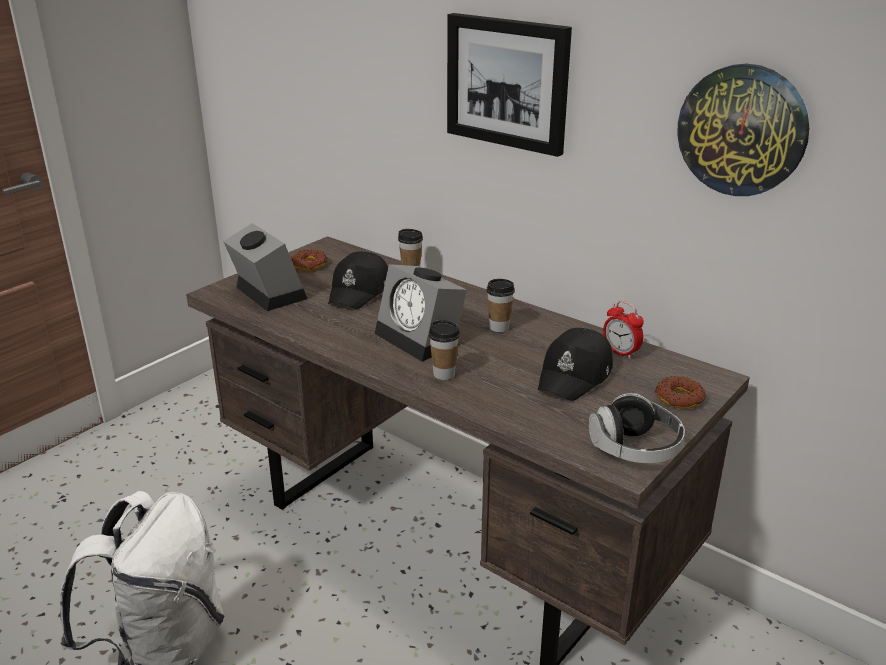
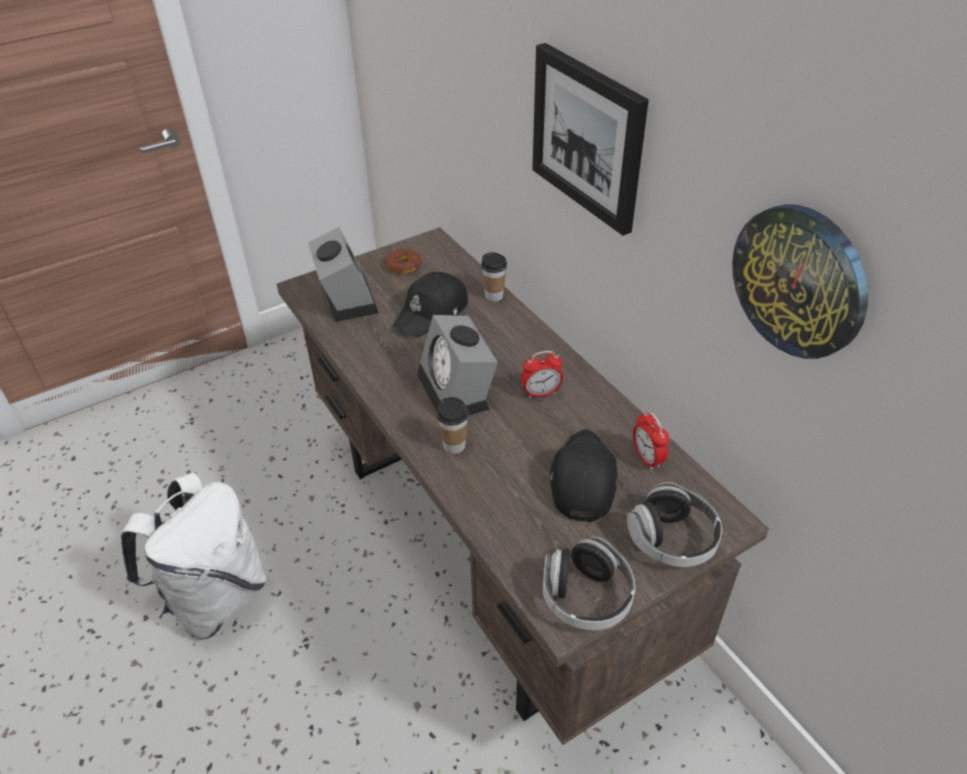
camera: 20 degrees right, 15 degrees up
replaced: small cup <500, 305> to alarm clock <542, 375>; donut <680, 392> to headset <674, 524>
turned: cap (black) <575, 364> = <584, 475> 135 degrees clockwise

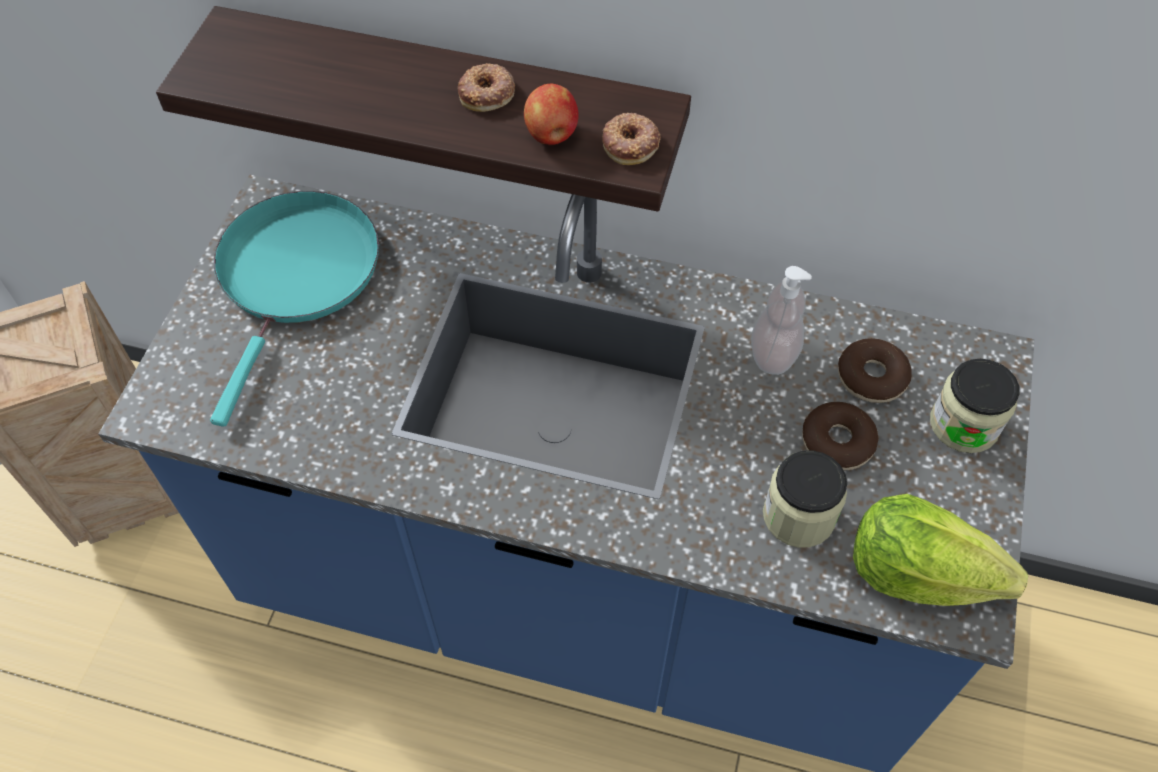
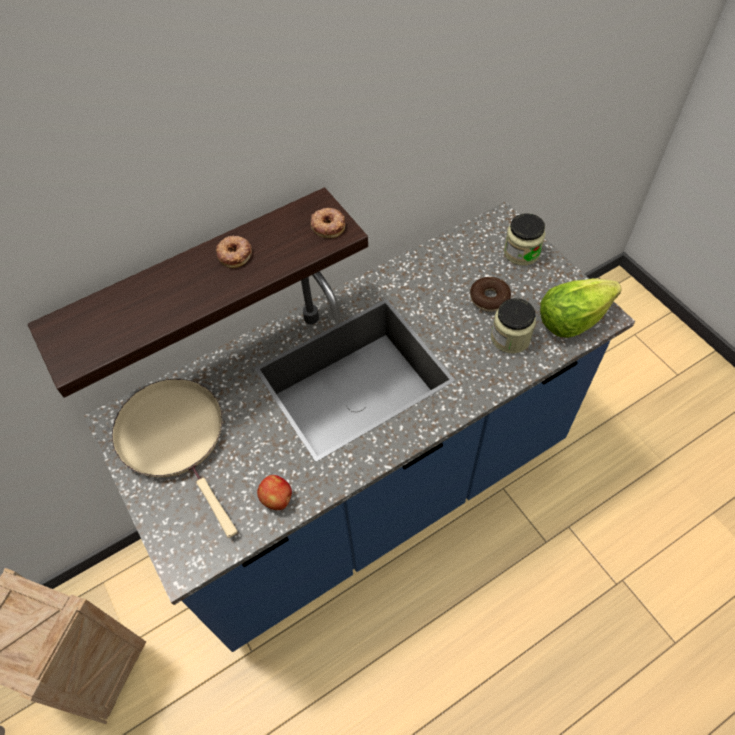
camera: 45 degrees left, 0 degrees up
removed: liquid soap bottle <781, 320>; donut <875, 370>
moved: apple <551, 115> to <274, 492>
recoloured: pan (blue-green) <294, 309> to pan (beige) <175, 458>

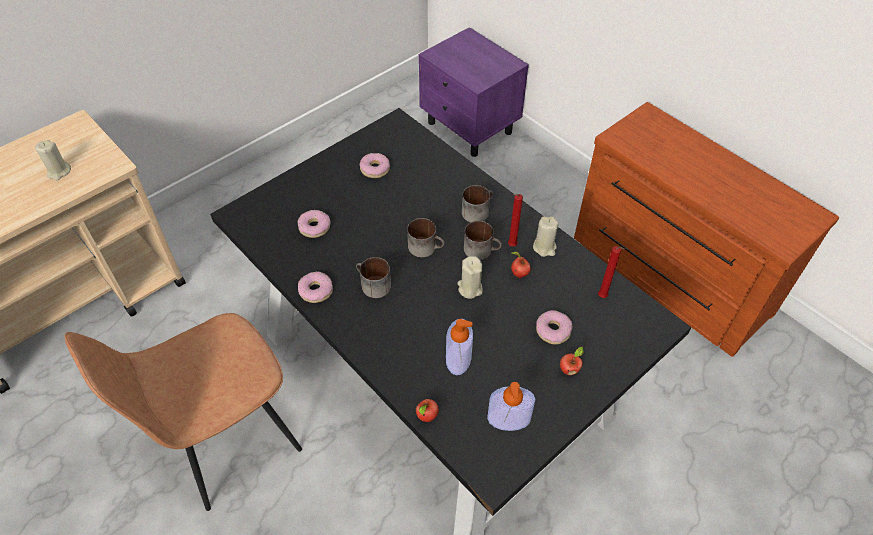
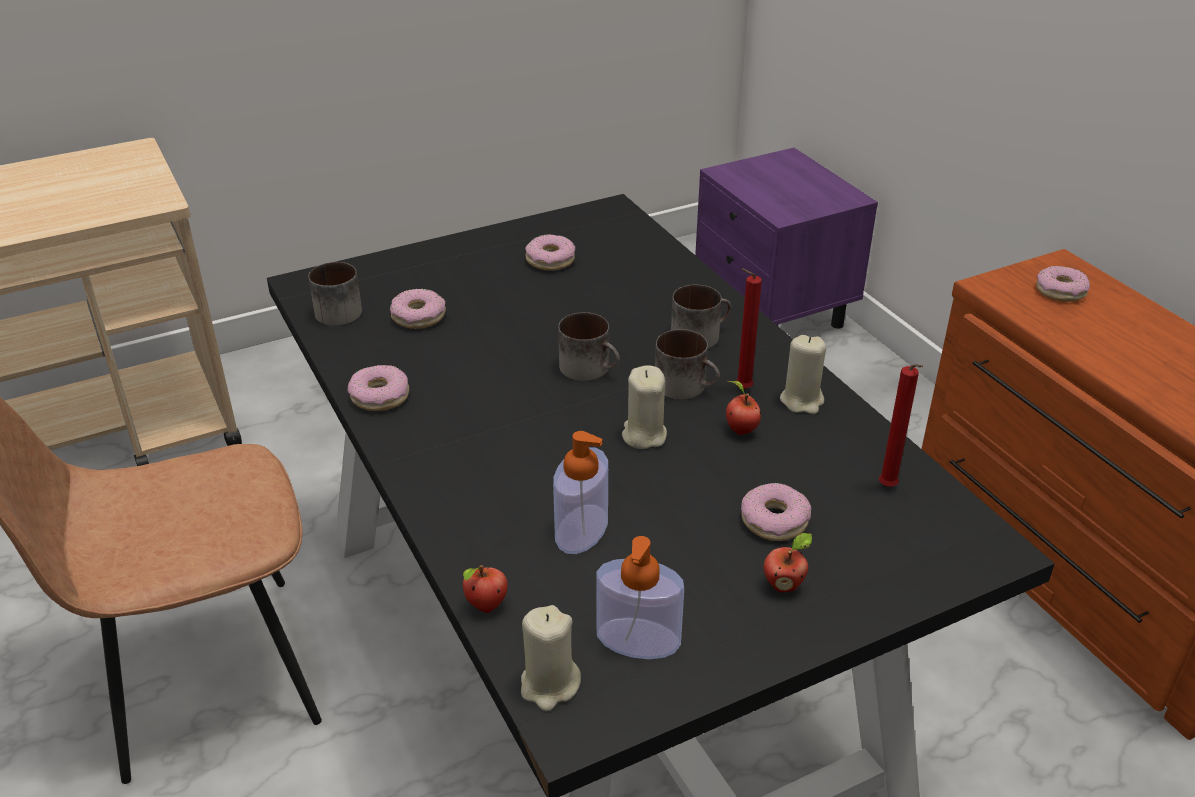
camera: 15 degrees right, 15 degrees down
added: donut <1063, 284>
moved: candle (beige) <53, 160> to <551, 658>; tea mug <373, 277> to <335, 294>

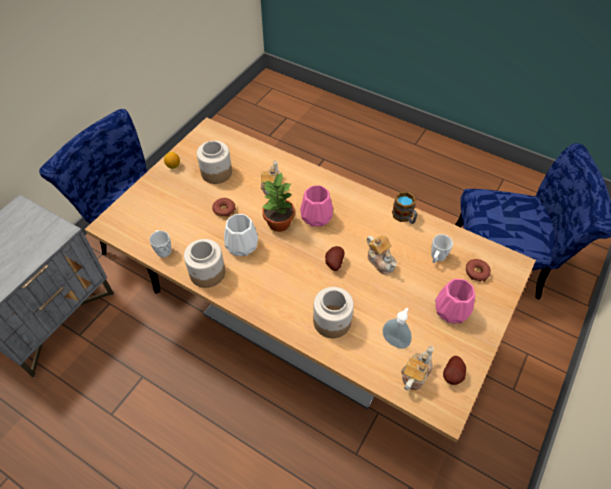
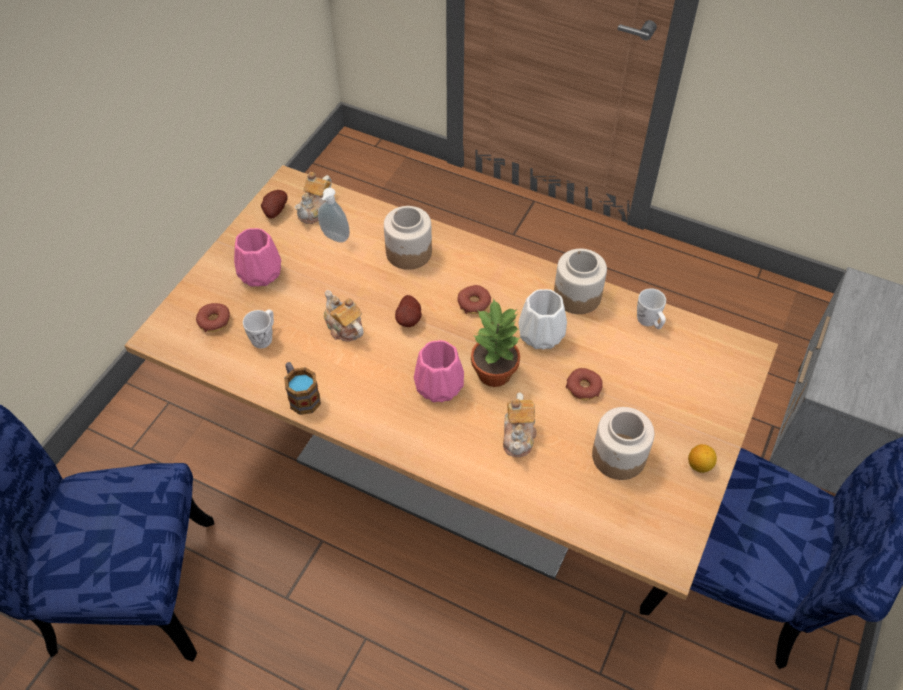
camera: 175 degrees right, 0 degrees up
added: donut <474, 299>

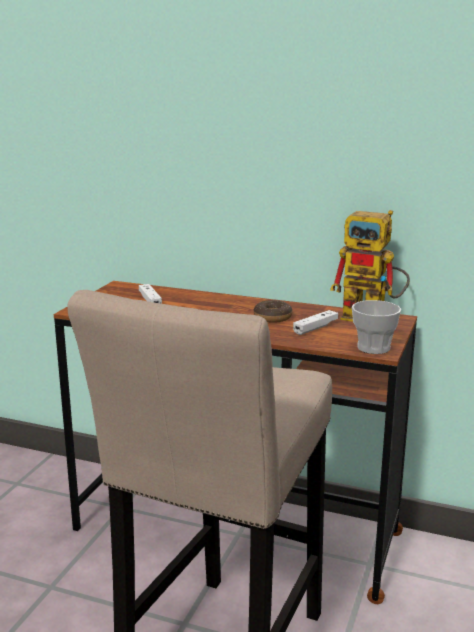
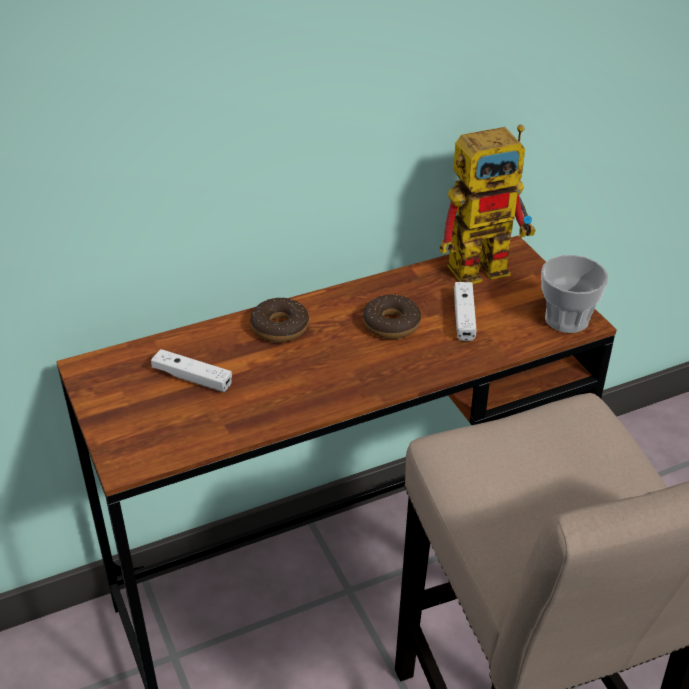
camera: 45 degrees left, 20 degrees up
added: donut <279, 320>

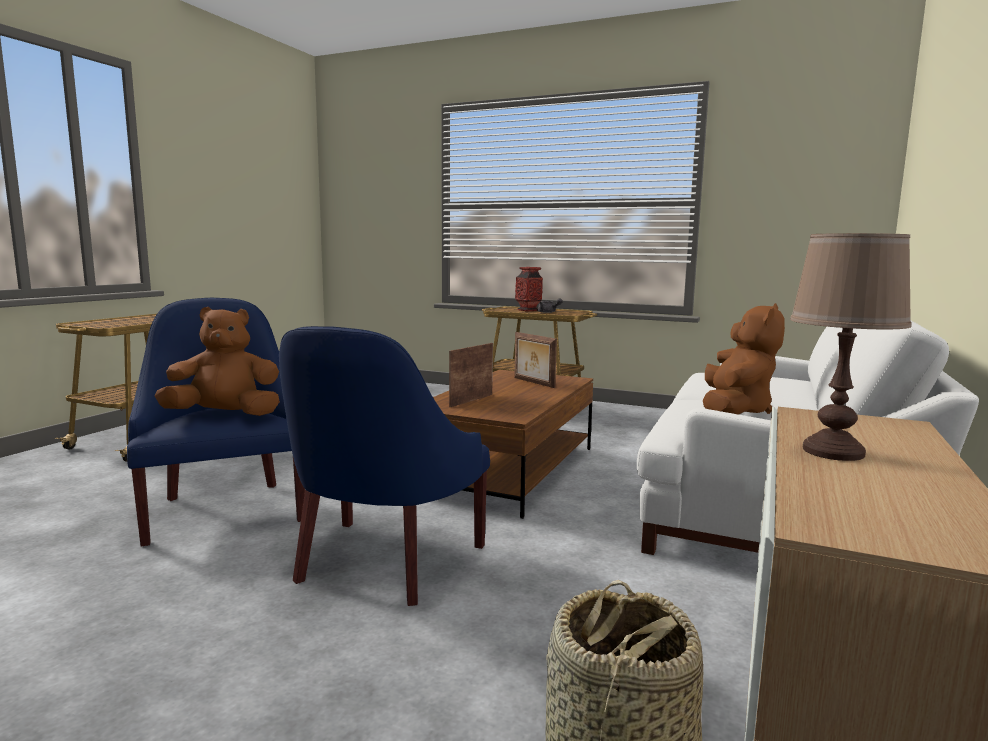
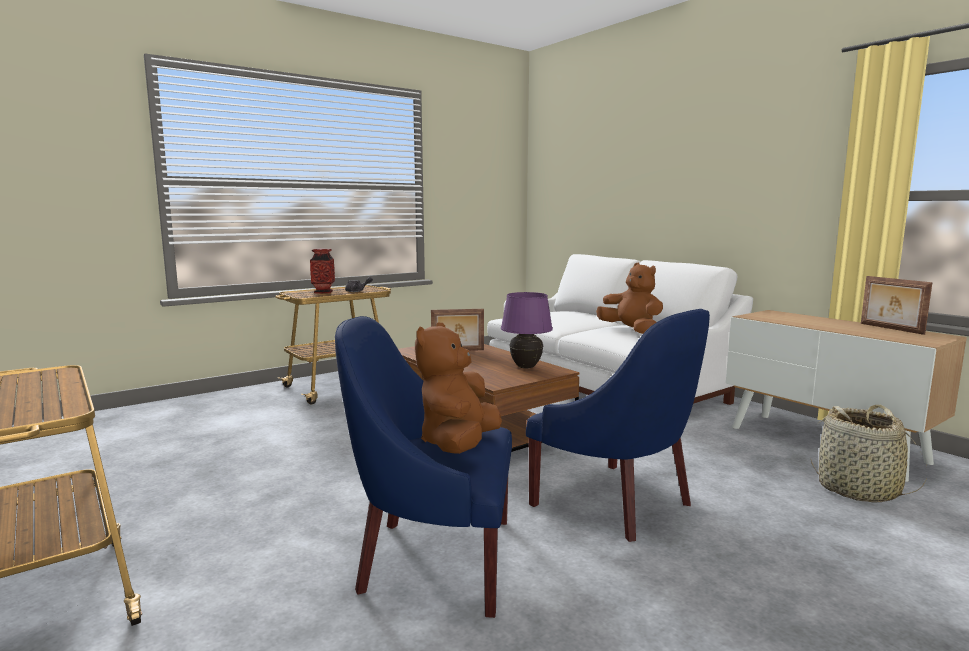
camera: 60 degrees left, 0 degrees up
removed: tabletop lamp (brown) <851, 347>
added: tabletop lamp (purple-coloured) <527, 330>
moved: picture frame <471, 375> to <897, 305>

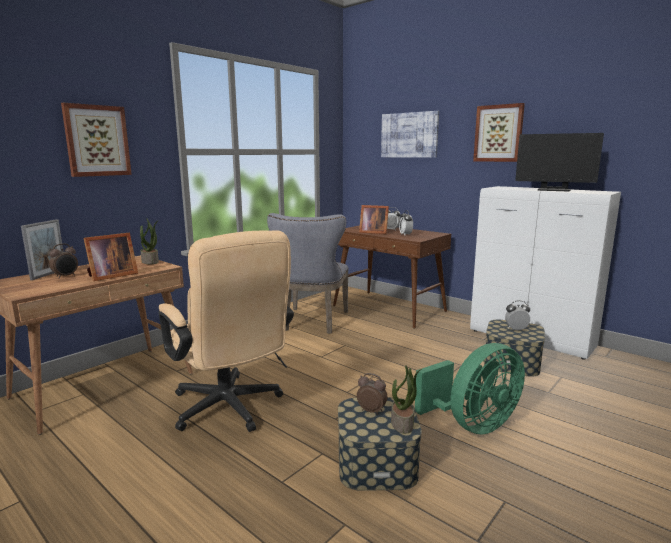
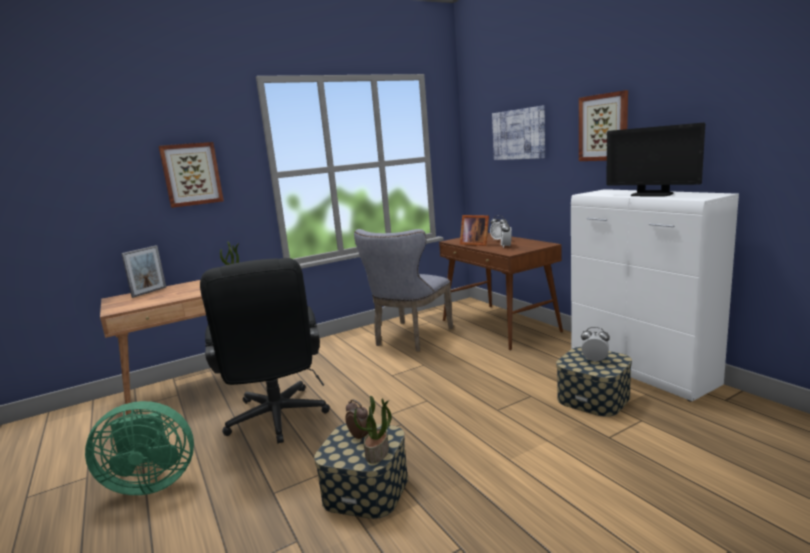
camera: 20 degrees right, 0 degrees up
removed: alarm clock <63, 260>; picture frame <111, 257>
moved: fan (green-coloured) <470, 389> to <139, 448>
recoloured: desk chair (beige) <226, 331> to desk chair (black) <265, 351>

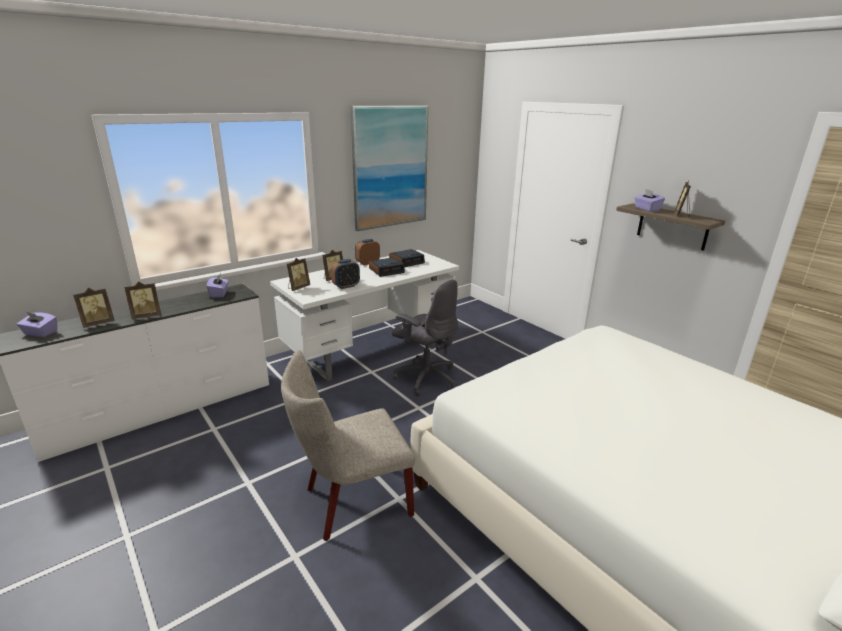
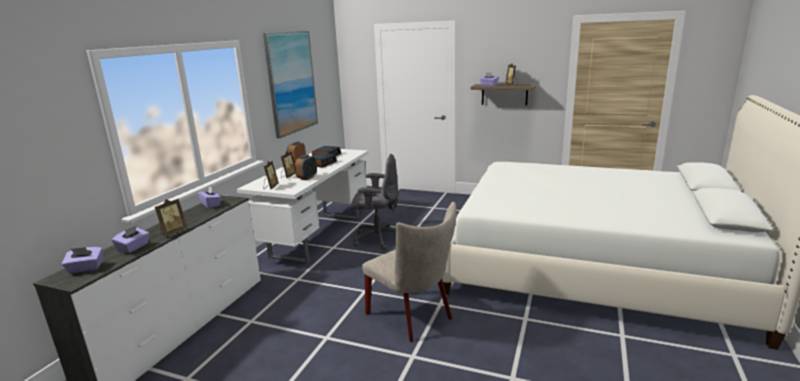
camera: 30 degrees left, 5 degrees down
replaced: picture frame <94, 308> to tissue holder (purple-coloured) <130, 239>
turned: plain chair (beige) <348, 445> = <409, 272> 75 degrees counterclockwise

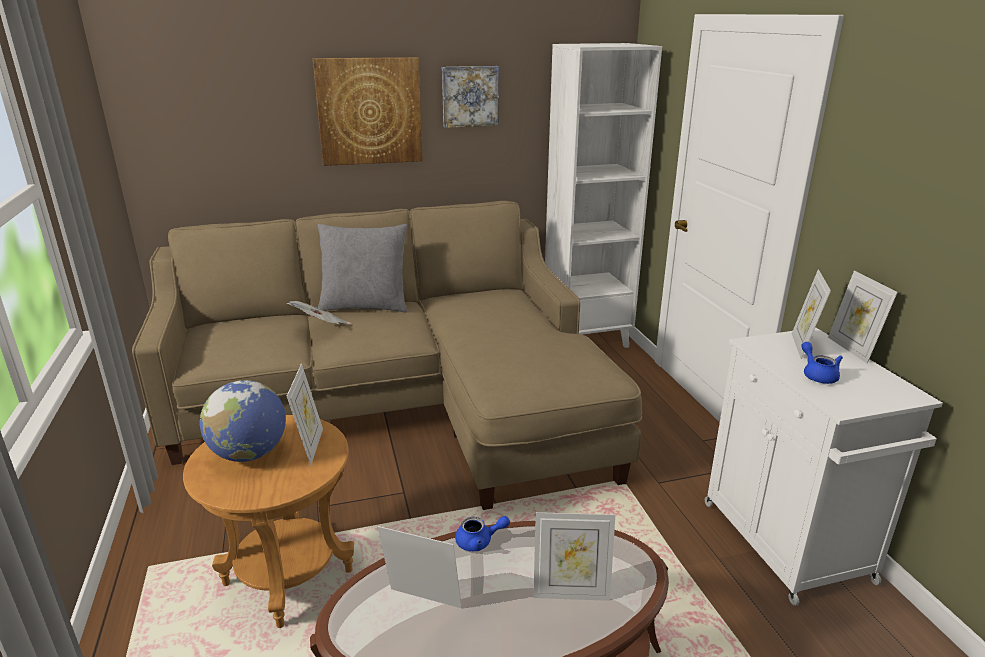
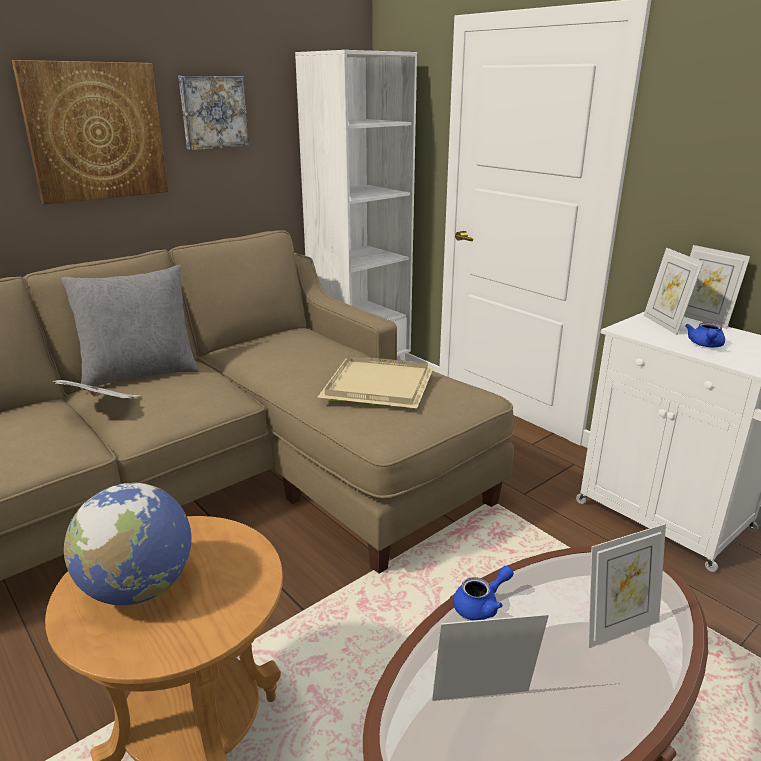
camera: 25 degrees left, 0 degrees up
removed: picture frame <305, 415>
added: serving tray (beige) <375, 382>
turned: teapot (blue-coloured) <822, 363> = <705, 334> 120 degrees counterclockwise

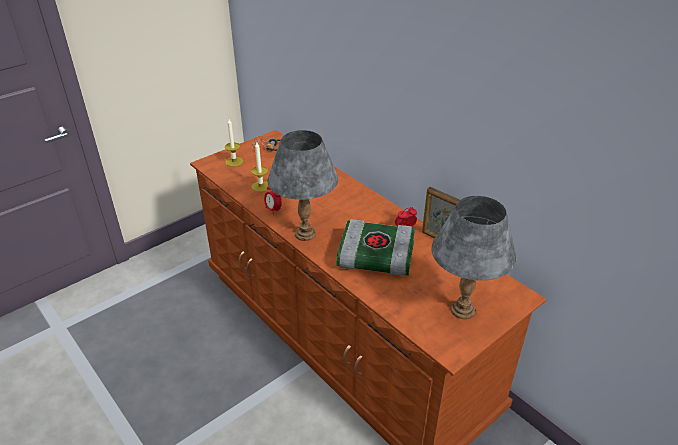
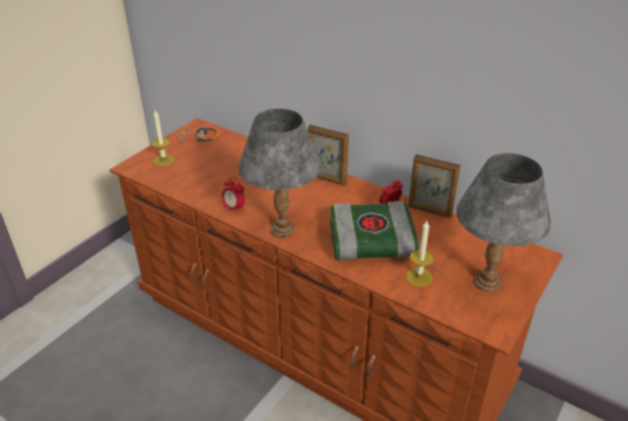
camera: 15 degrees left, 0 degrees up
added: picture frame <328, 155>
moved: candle <259, 167> to <419, 254>

